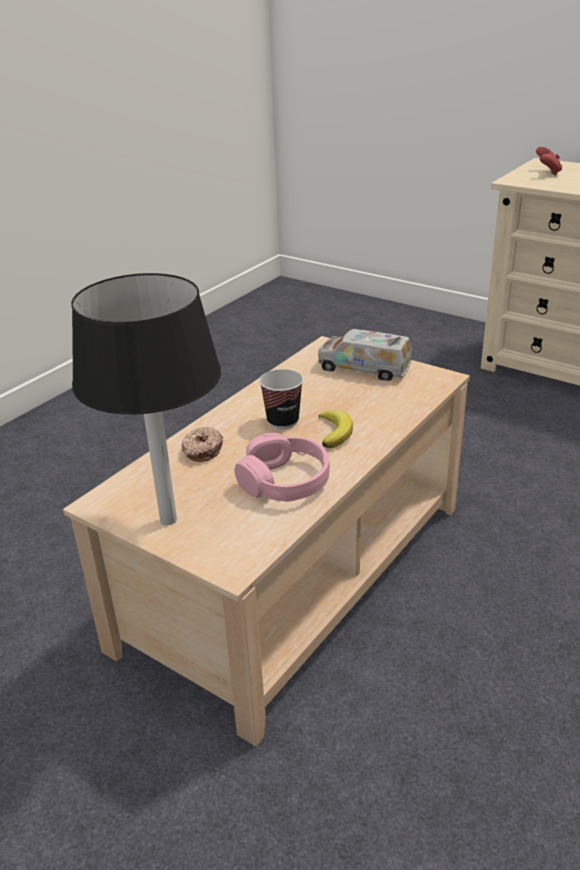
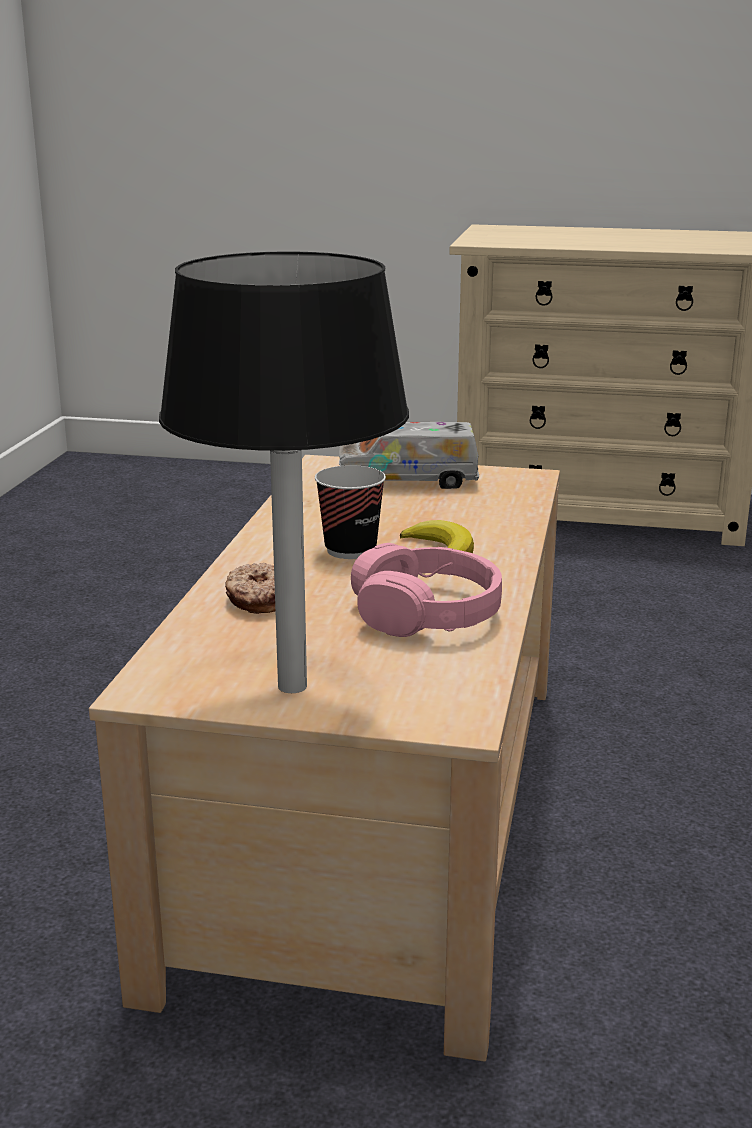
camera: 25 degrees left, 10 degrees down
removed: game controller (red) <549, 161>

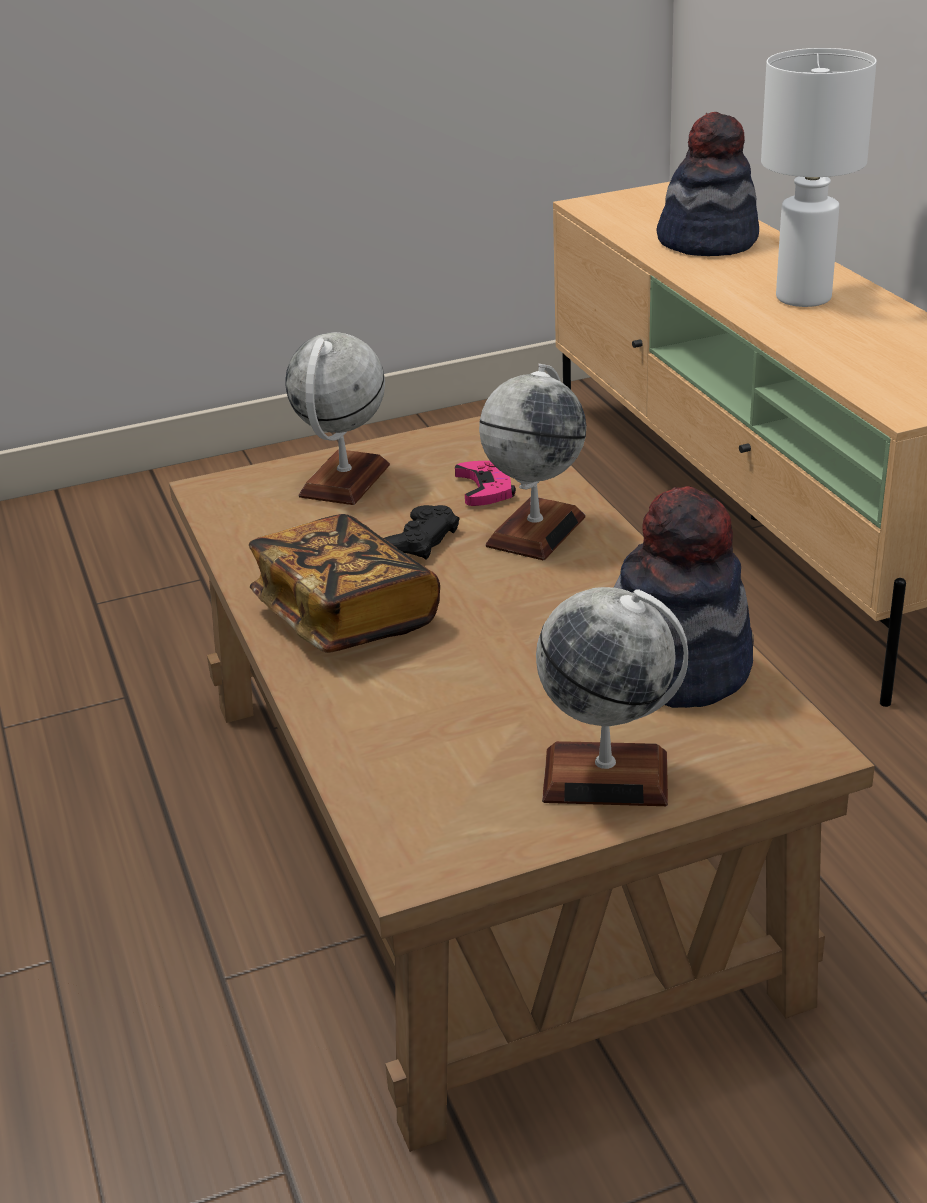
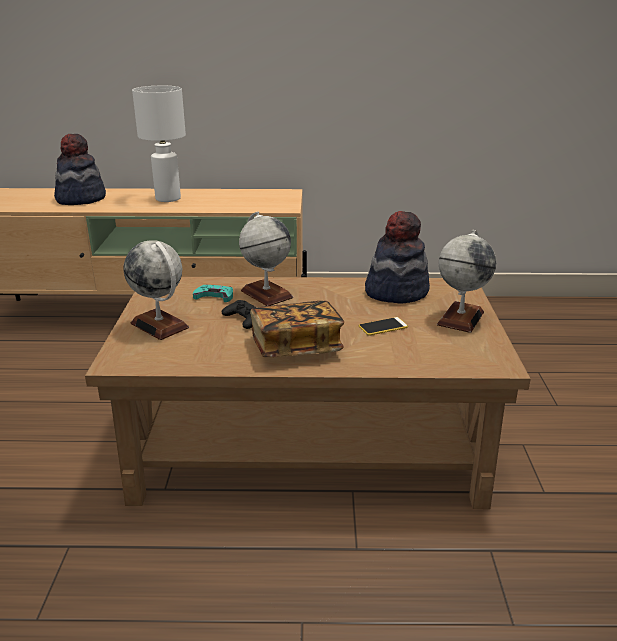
camera: 70 degrees left, 5 degrees down
added: handset <383, 326>
recoloured: game controller (pinkish) <485, 483> to game controller (blue-green) <213, 293>

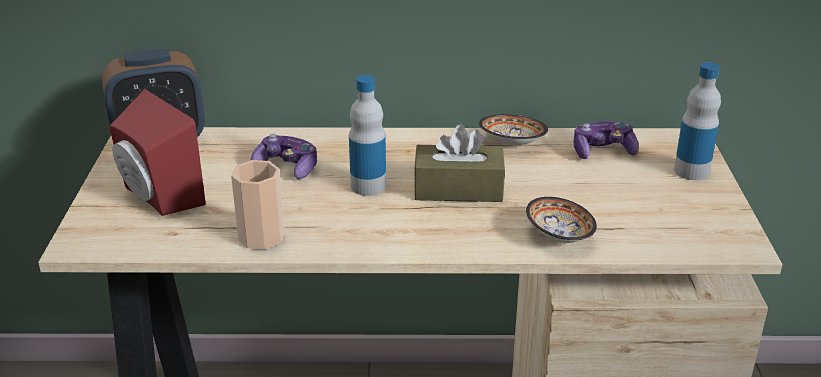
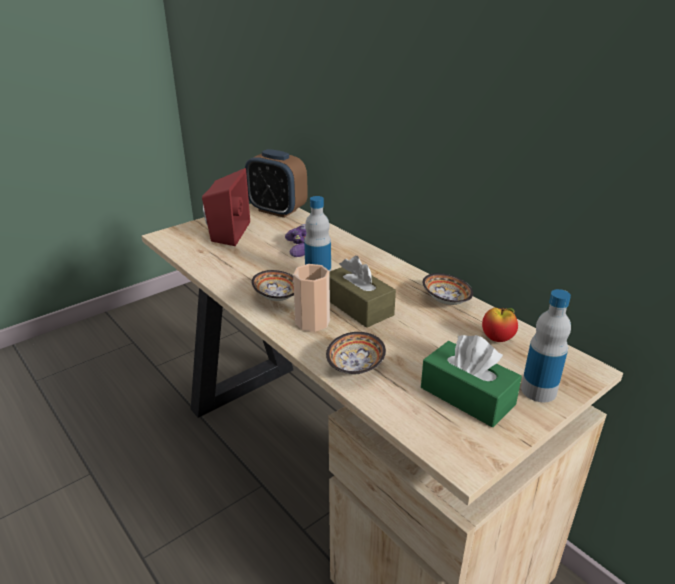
camera: 50 degrees right, 0 degrees up
added: serving bowl <273, 285>; tissue holder (green-coloured) <471, 381>
moved: small cup <258, 205> to <311, 298>
replaced: game controller <606, 140> to apple <500, 325>

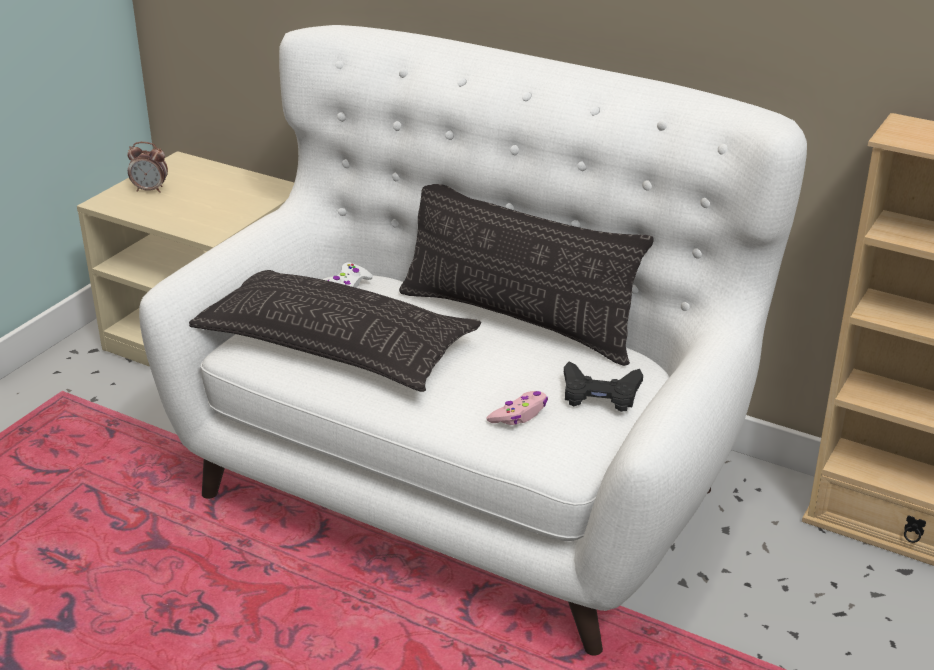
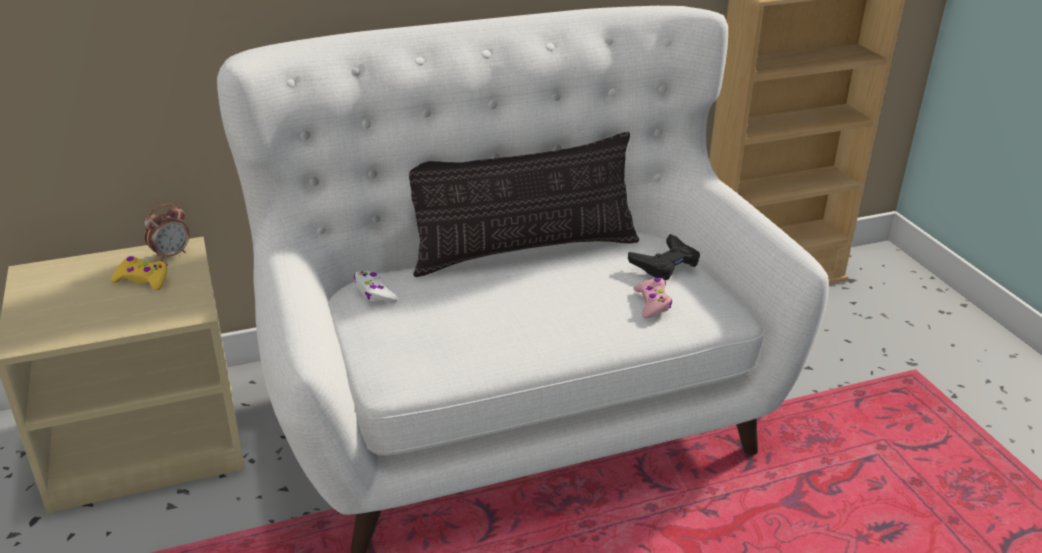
camera: 50 degrees left, 0 degrees up
removed: cushion <335, 331>
added: game controller (yellow) <139, 273>
moved: alarm clock <147, 167> to <167, 232>

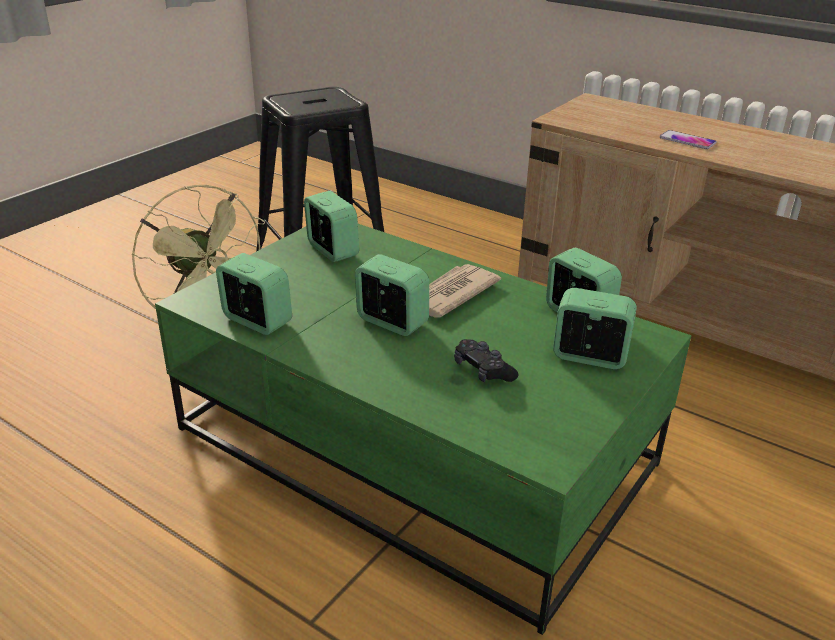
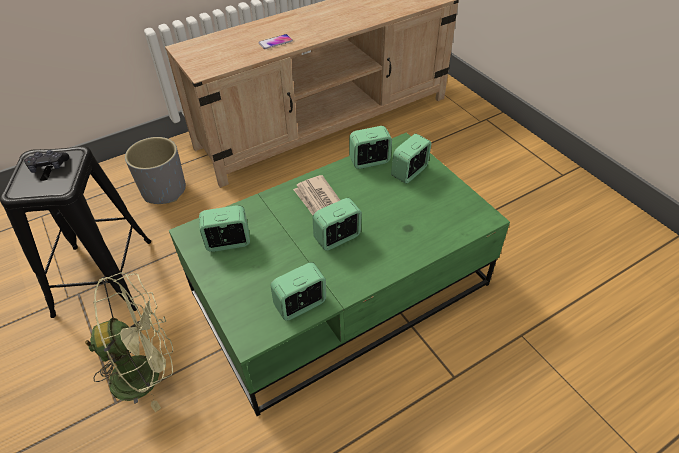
camera: 65 degrees left, 15 degrees up
added: planter (gray) <155, 170>
moved: game controller (black) <486, 360> to <46, 161>

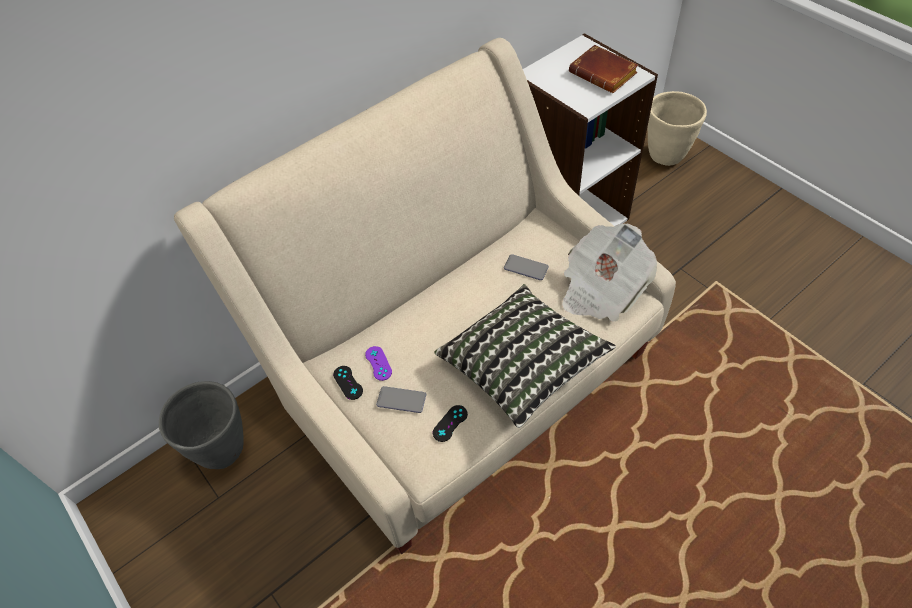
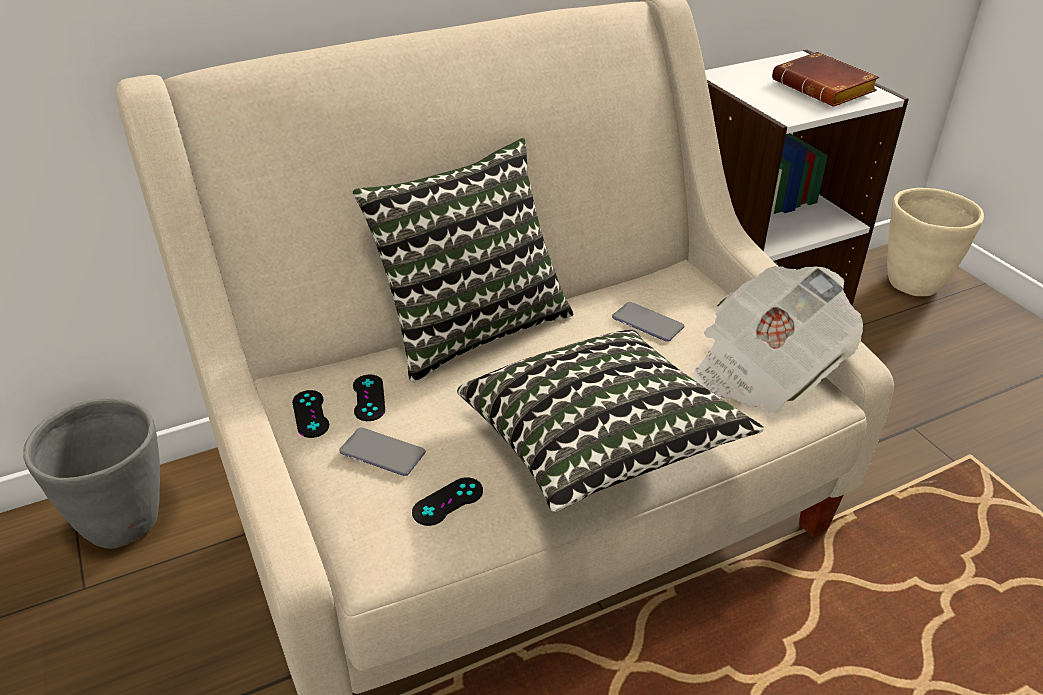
camera: 10 degrees right, 15 degrees down
added: cushion <463, 260>
recoloured: game controller (purple-coloured) <378, 363> to game controller (black) <369, 398>

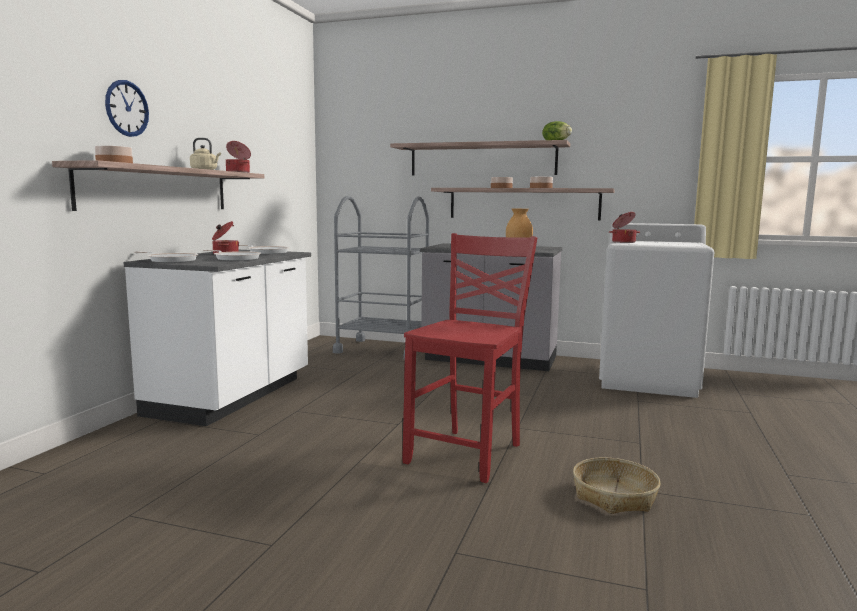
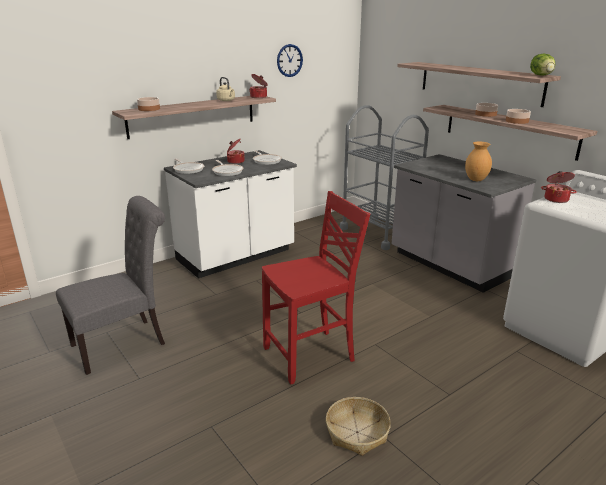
camera: 35 degrees right, 15 degrees up
added: plain chair (gray) <110, 285>
moved: clock on the wall <127, 108> to <290, 60>

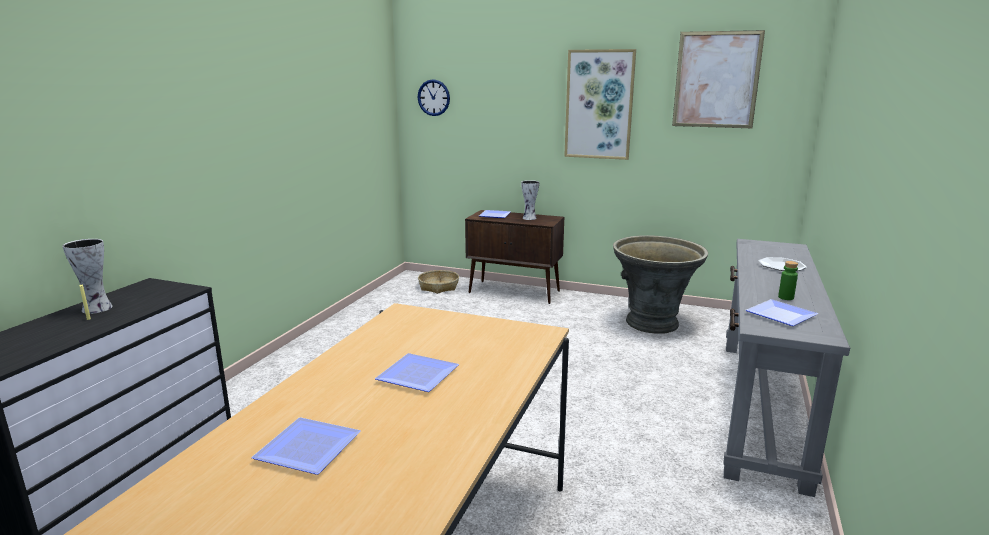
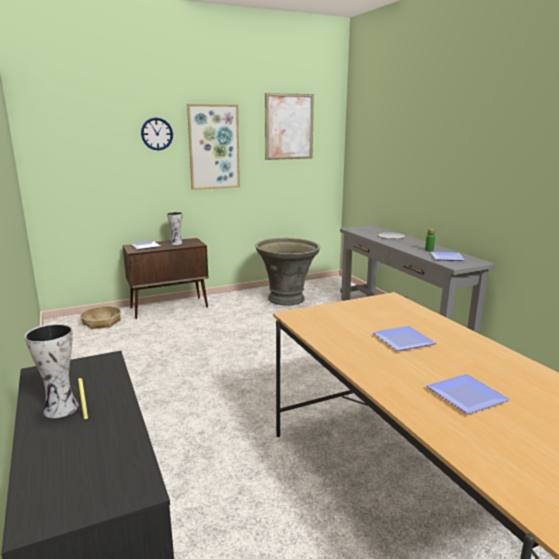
camera: 45 degrees left, 0 degrees up
moved: clock on the wall <434, 97> to <157, 133>

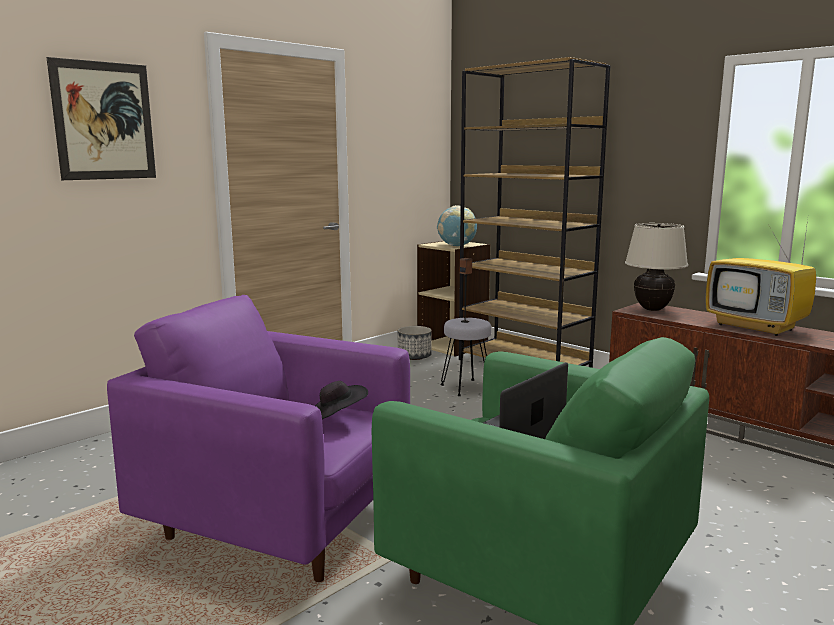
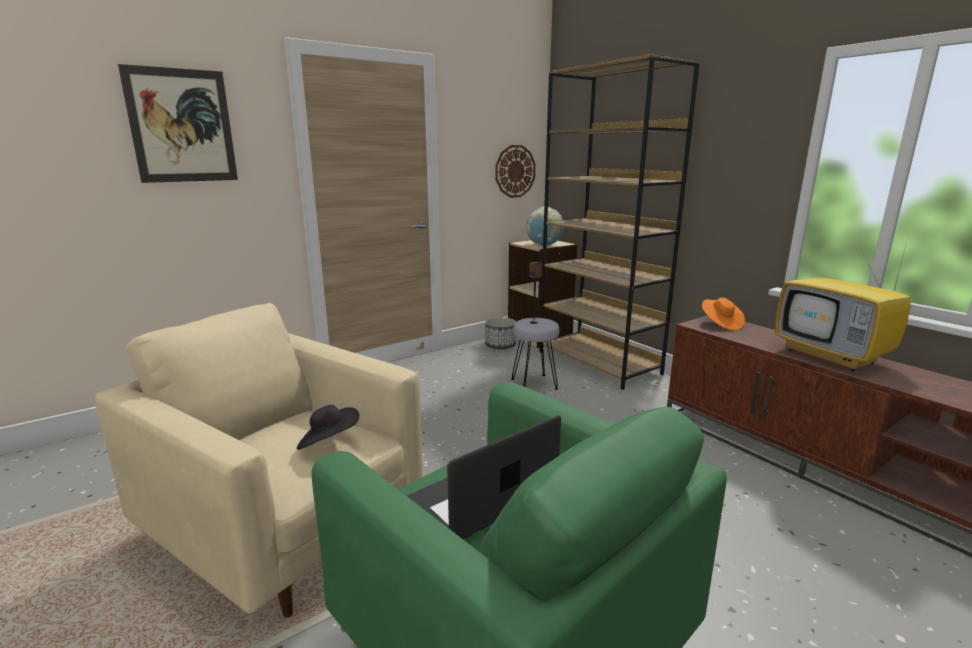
camera: 10 degrees right, 5 degrees up
added: clock on the wall <515, 171>
replaced: tabletop lamp (beige) <656, 267> to clothing hat (orangey) <723, 314>
recoloured: lounge chair (purple-coloured) <258, 438> to lounge chair (beige) <259, 460>

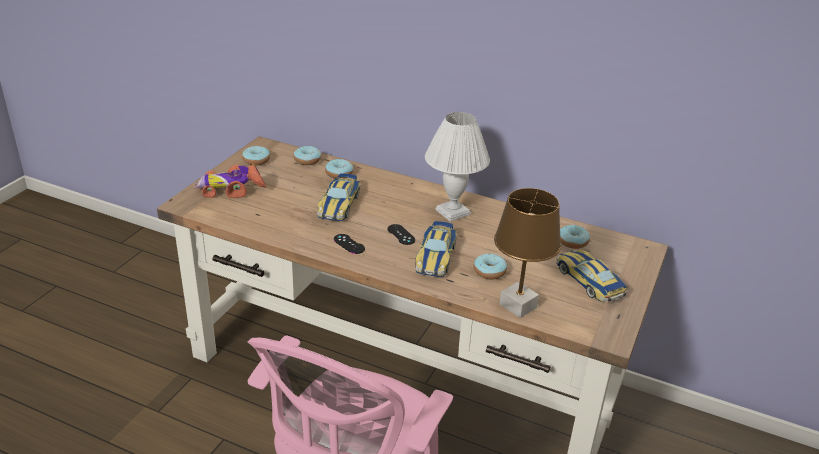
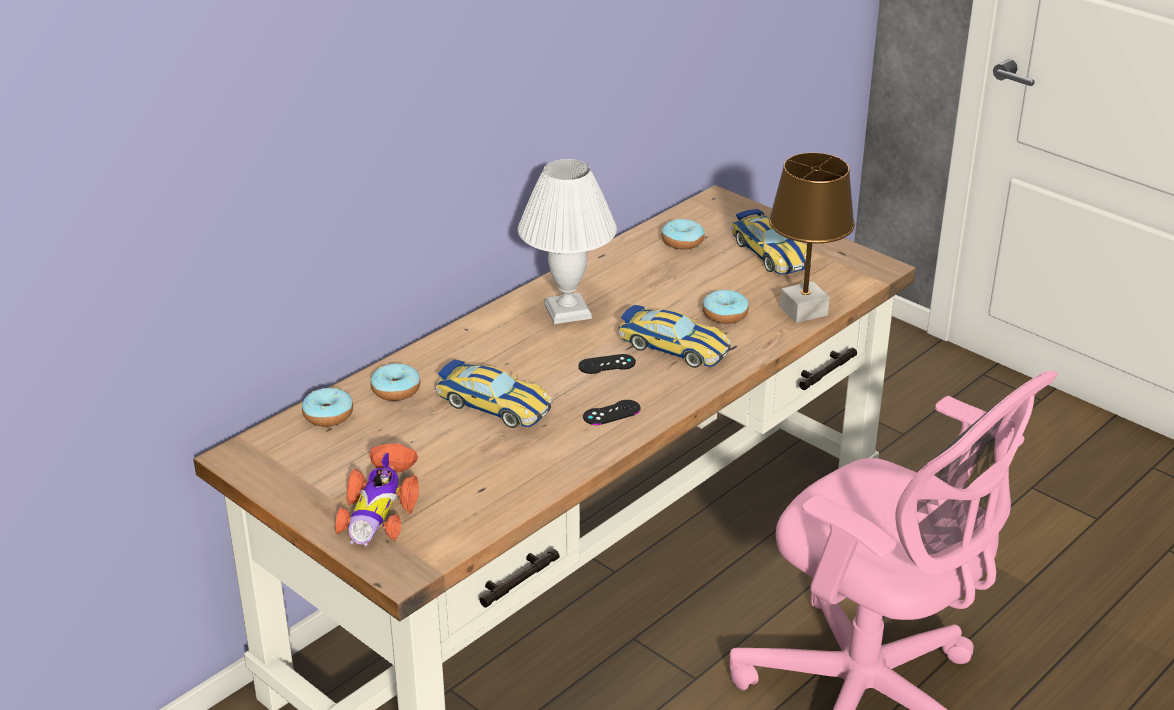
camera: 70 degrees left, 0 degrees up
removed: donut <256, 155>
turned: model car <591, 275> = <771, 242> 105 degrees counterclockwise

